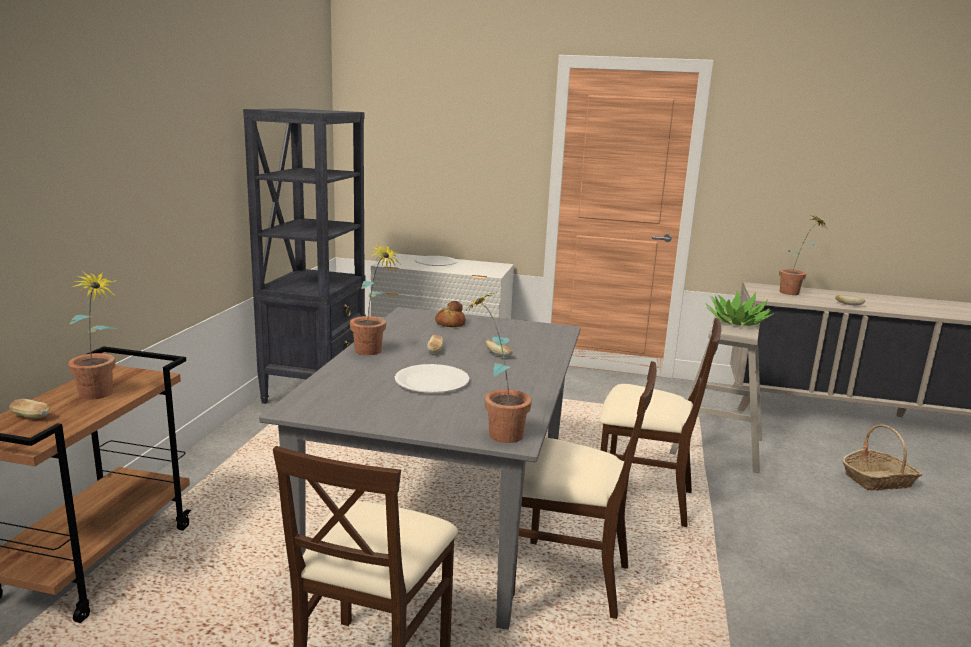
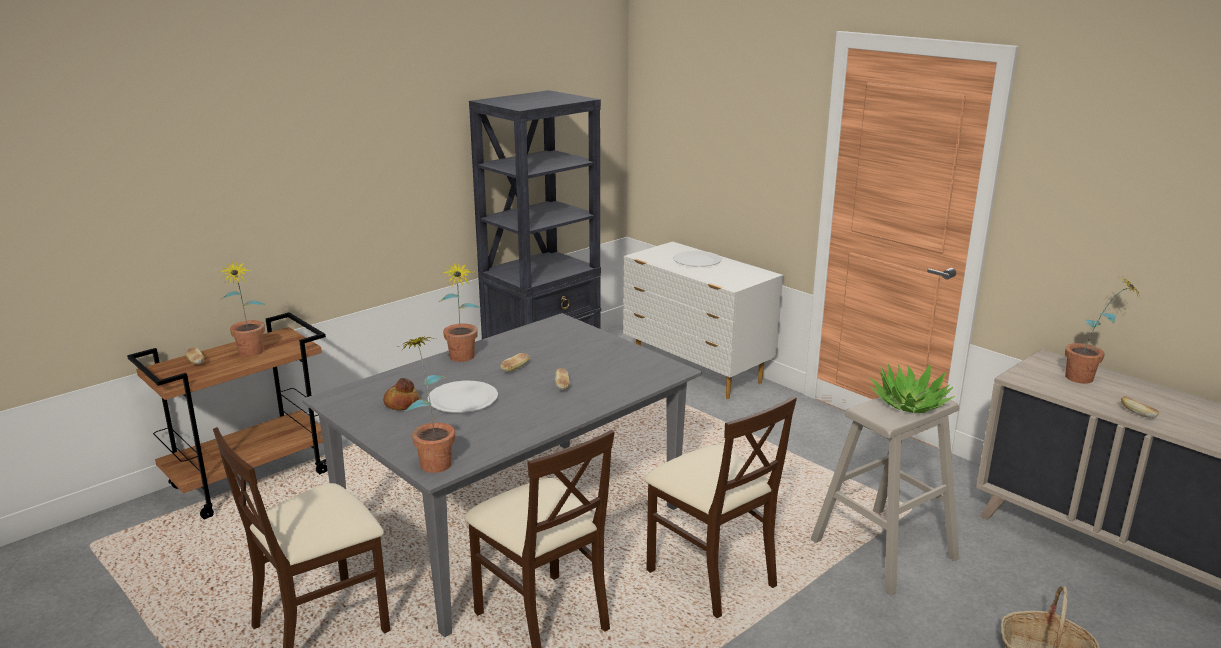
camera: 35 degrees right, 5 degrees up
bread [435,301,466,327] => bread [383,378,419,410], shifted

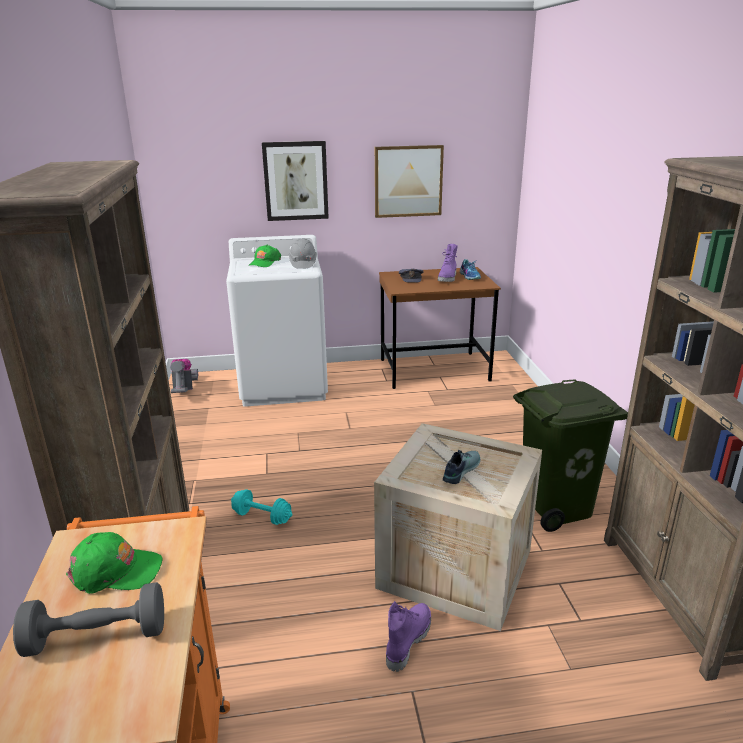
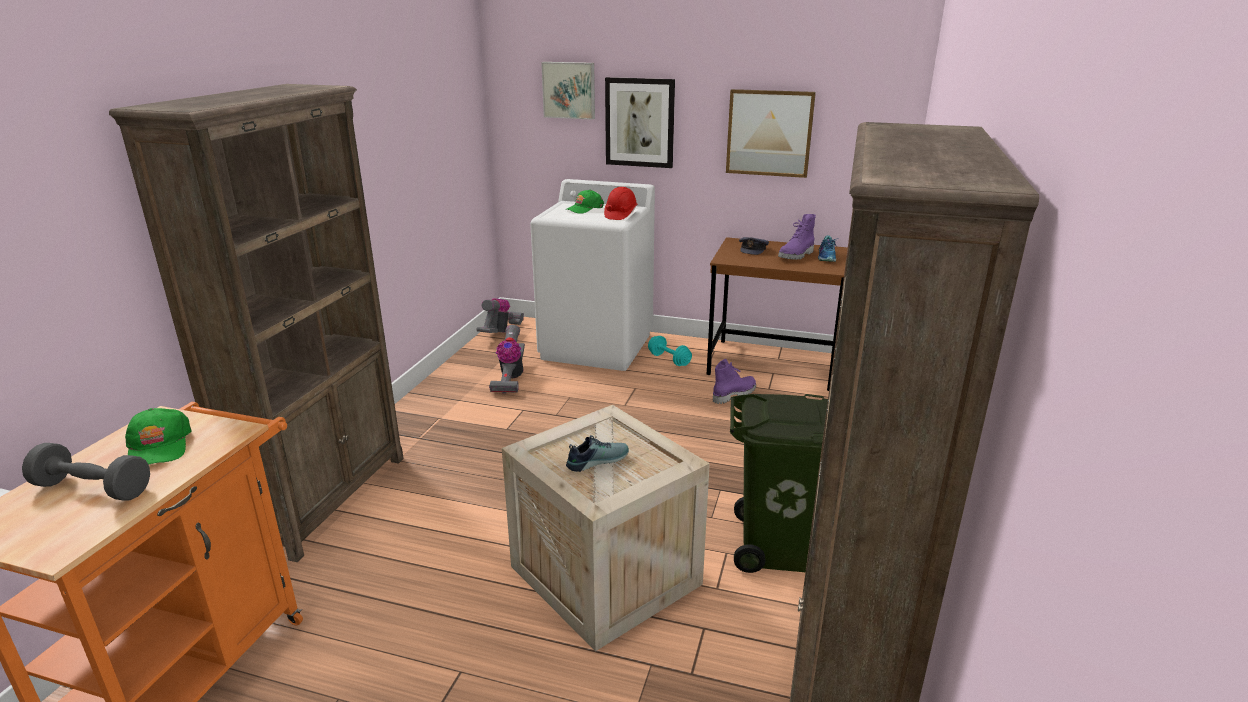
camera: 25 degrees right, 0 degrees up
nothing => vacuum_cleaner [489,325,525,394]
nothing => picture [541,62,595,120]
turquoise_dumbbell [231,489,292,525] => turquoise_dumbbell [648,336,692,366], shifted
purple_boot [386,601,431,672] => purple_boot [713,359,756,404], shifted
grey_hard_hat [289,239,317,269] => red_hard_hat [604,187,638,220]
green_cap [66,532,162,594] => green_cap [125,408,192,465], 45 degrees clockwise

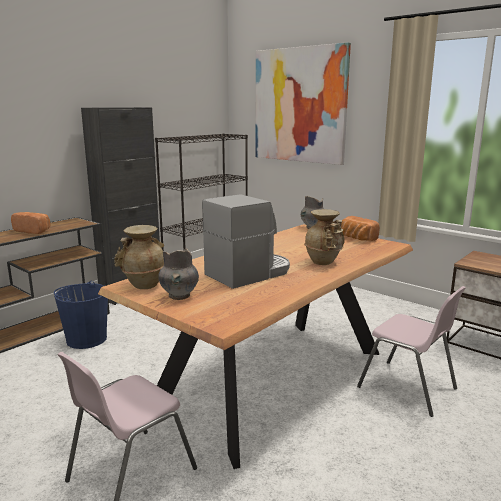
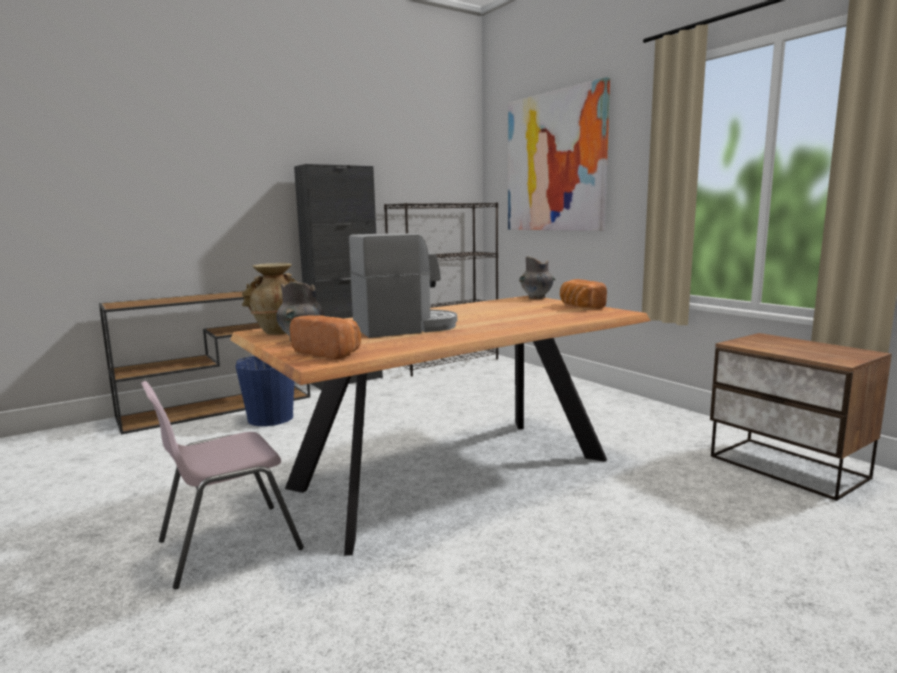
camera: 15 degrees right, 5 degrees down
beige_vase [304,209,345,265] => nothing
pink_chair [357,286,466,417] => nothing
bread [11,212,50,234] => bread [290,315,361,359], shifted

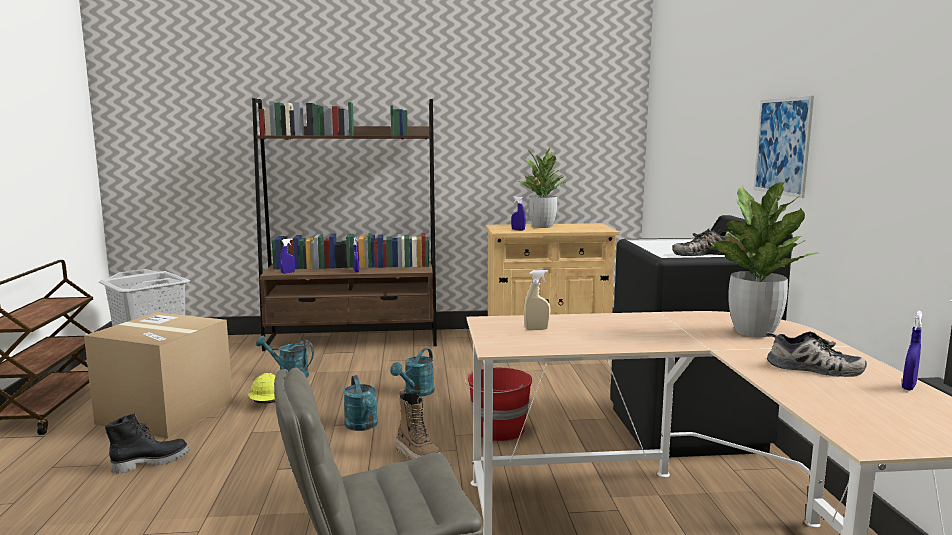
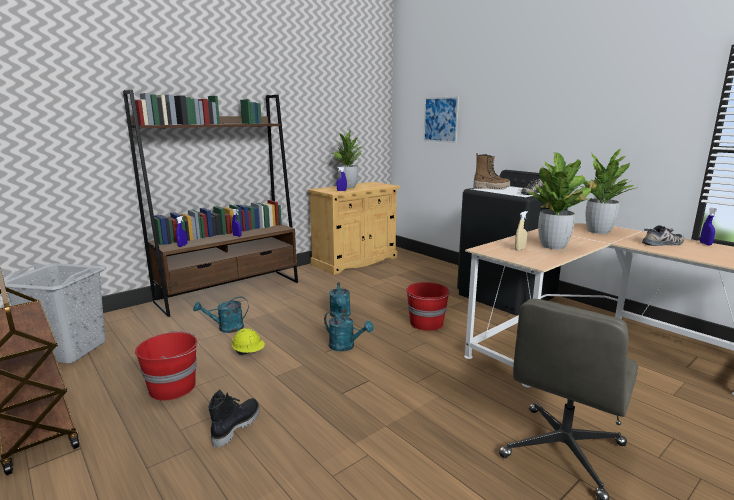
camera: 35 degrees left, 5 degrees up
nothing => potted_plant [528,152,592,249]
boot [396,389,442,460] => boot [473,153,510,189], shifted
picture [753,96,814,198] => picture [423,96,459,143], shifted
cardboard_box [84,312,233,439] => red_bucket [135,331,200,401]

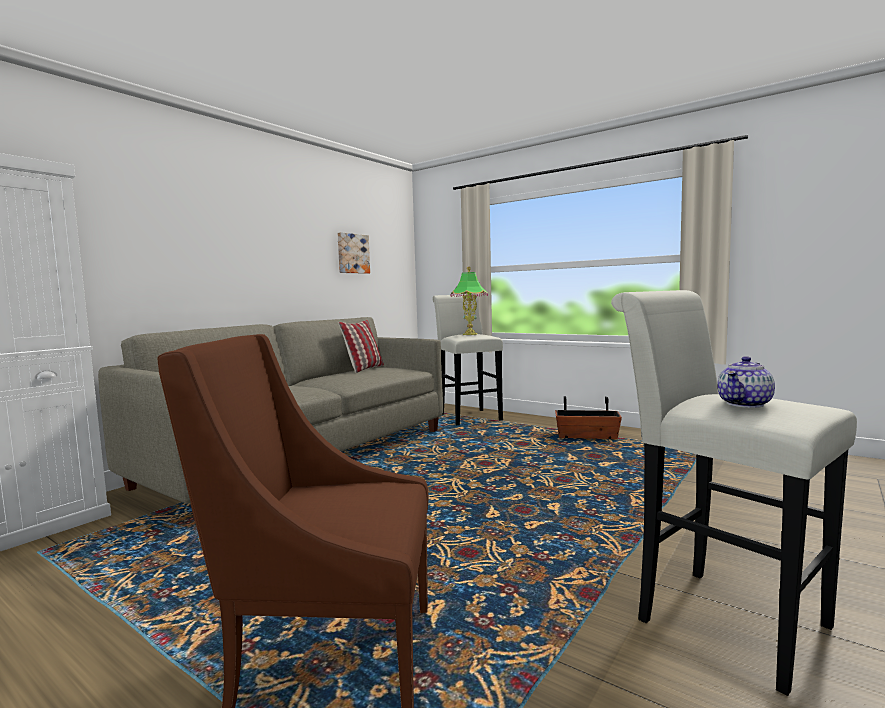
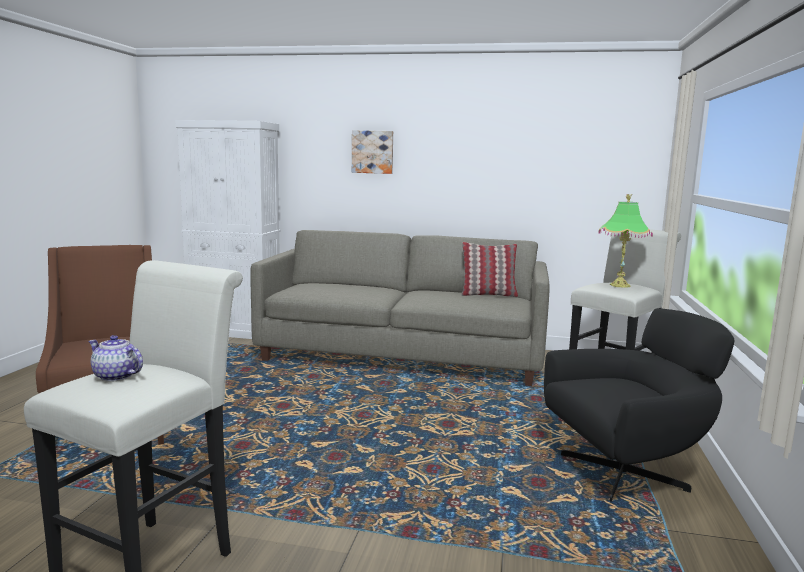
camera: 65 degrees right, 5 degrees up
picture [338,232,370,274] => picture [352,130,393,174], shifted
planter [555,396,622,439] => black_armchair [544,308,734,502]

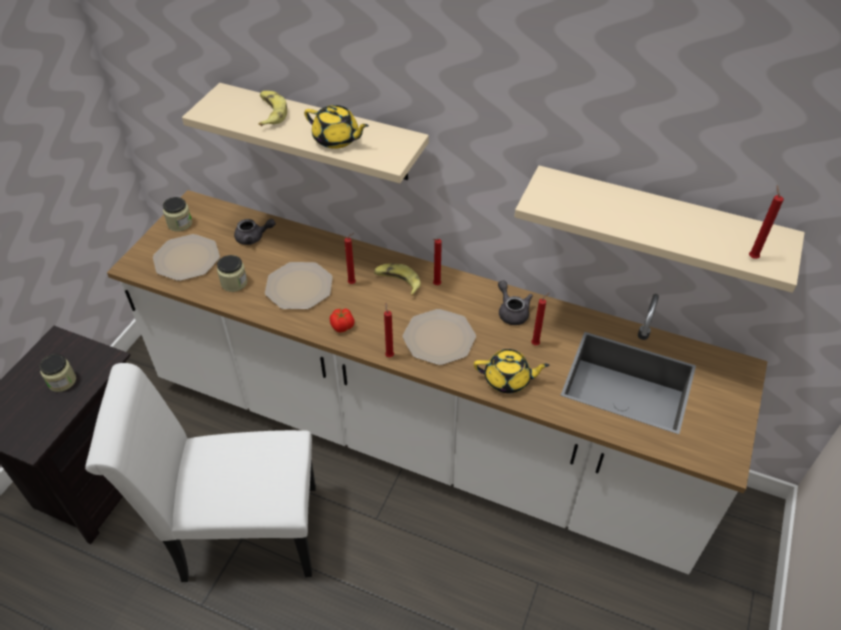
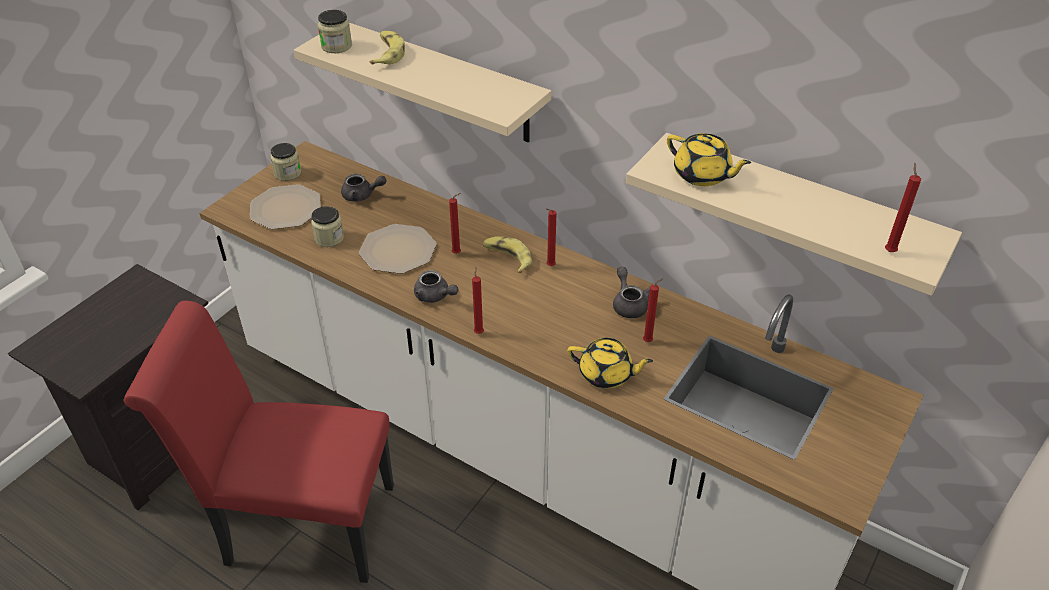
camera: 10 degrees right, 5 degrees down
plate [403,309,476,365] => nothing
jar [39,354,76,392] => jar [318,10,352,53], shifted
yellow_teapot [304,105,369,149] => yellow_teapot [667,133,751,186], shifted
tomato [330,308,355,332] => grey_teapot [414,270,458,303]
white_chair [85,363,316,582] => red_chair [124,301,394,583]

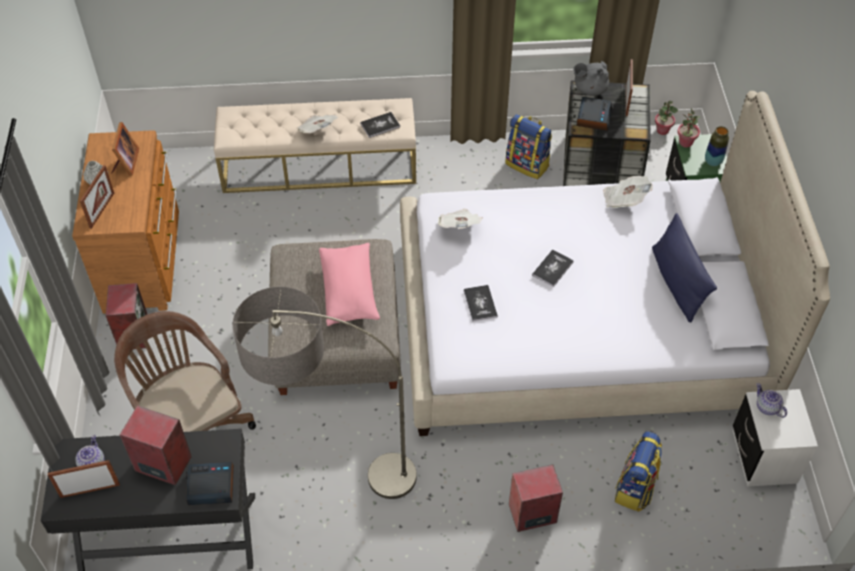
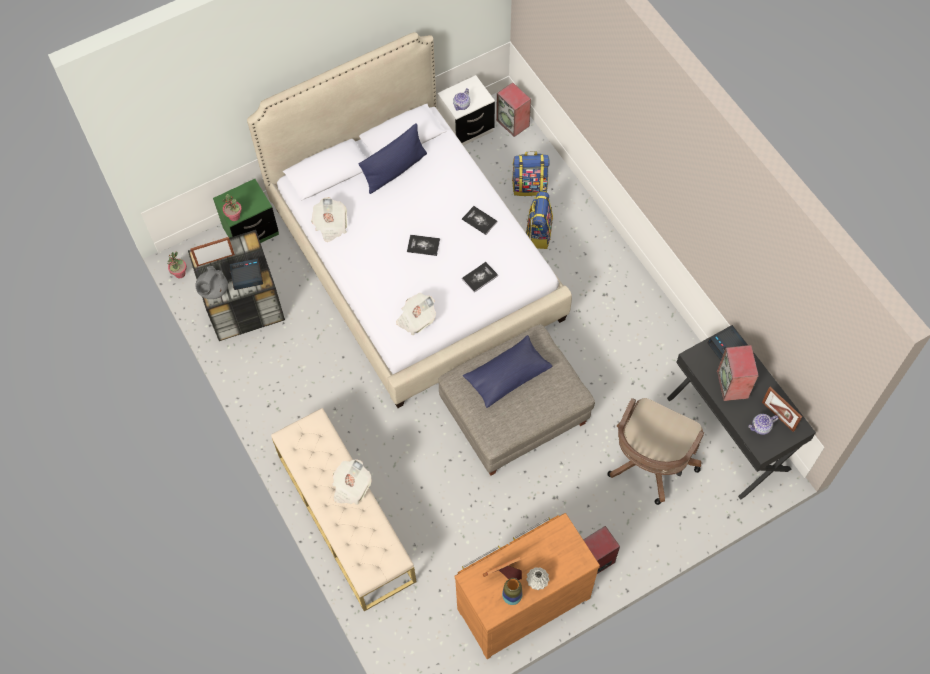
camera: 115 degrees left, 10 degrees up
picture_frame [80,165,114,229] => nothing
floor_lamp [232,287,417,499] => nothing
book [360,112,400,138] => book [462,206,497,235], shifted
backpack [506,114,552,179] => backpack [526,192,553,249], shifted
speaker [509,464,563,532] => speaker [496,82,531,137], shifted
vase [705,126,729,166] => vase [502,578,522,605], shifted
pink_pillow [319,243,380,326] => blue_pillow [463,335,553,408]
grey_teapot [573,61,609,96] => grey_teapot [196,266,228,299], 60 degrees clockwise

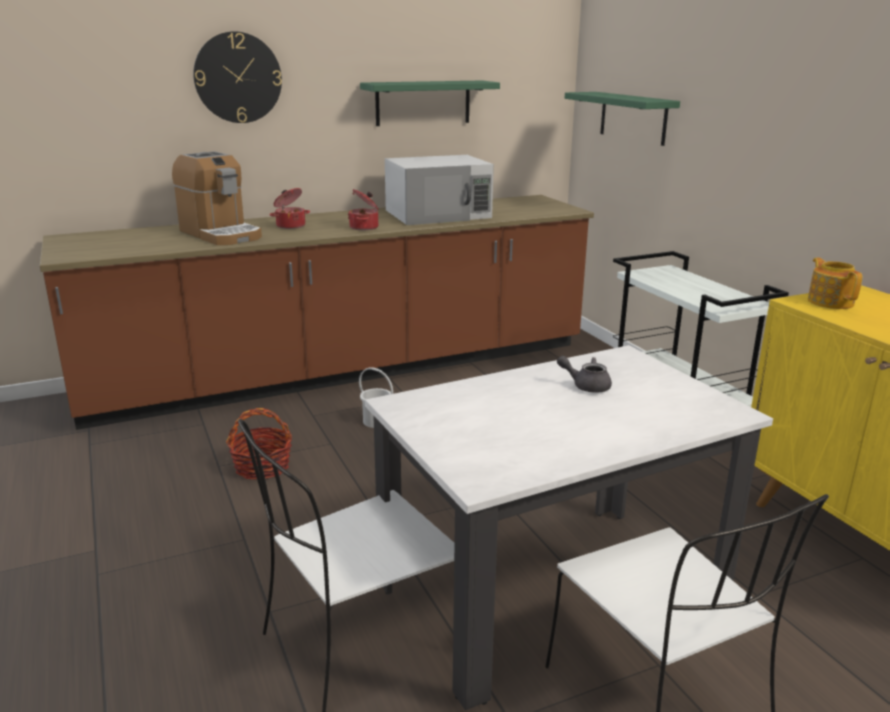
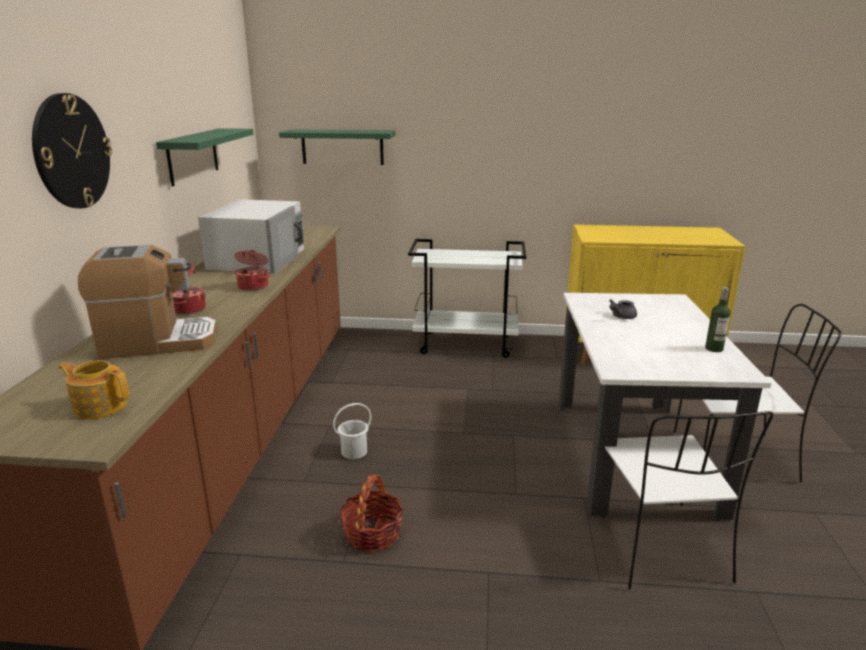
camera: 60 degrees left, 0 degrees up
nothing => bottle [705,287,731,352]
teapot [808,258,862,309] => teapot [58,360,129,419], shifted

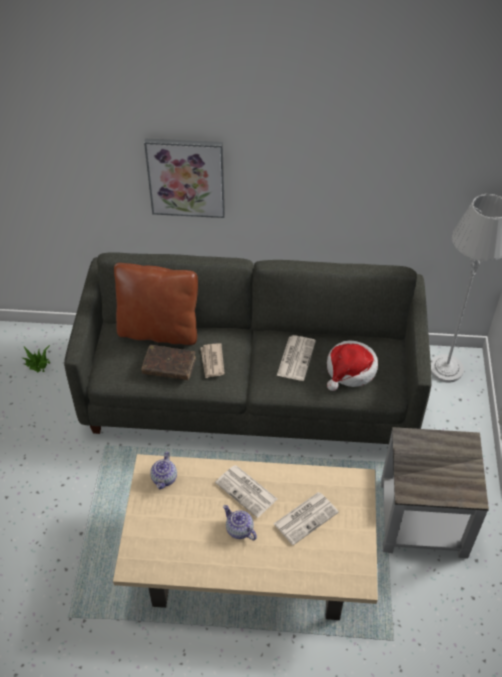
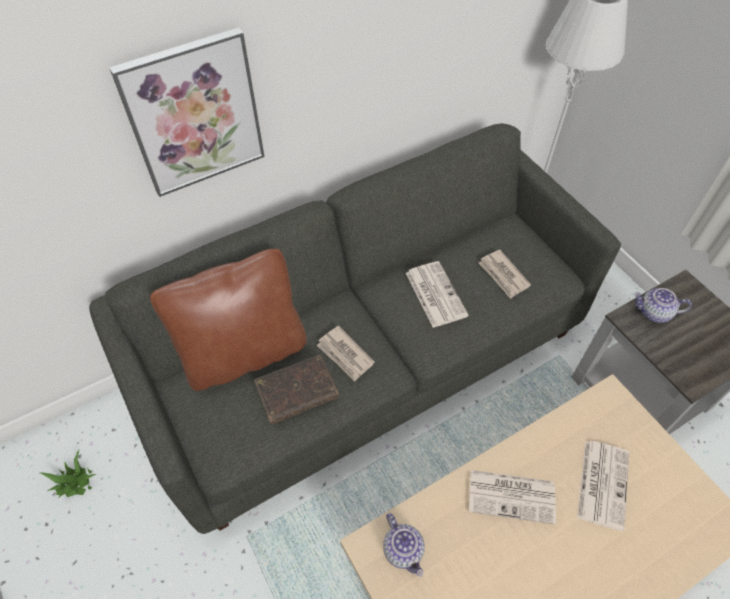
camera: 35 degrees left, 5 degrees up
teapot [223,505,257,540] => teapot [634,288,692,323], shifted
hat [327,340,378,391] => newspaper [479,250,531,299]

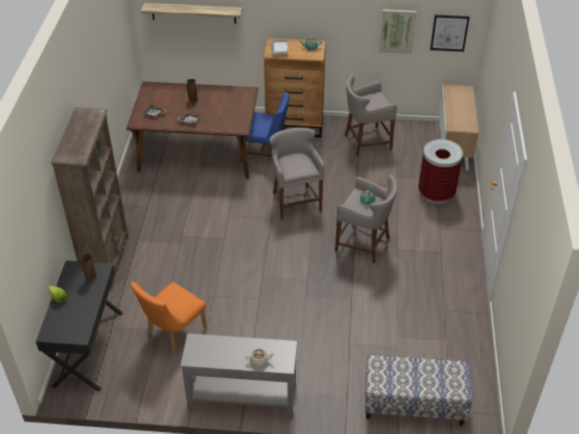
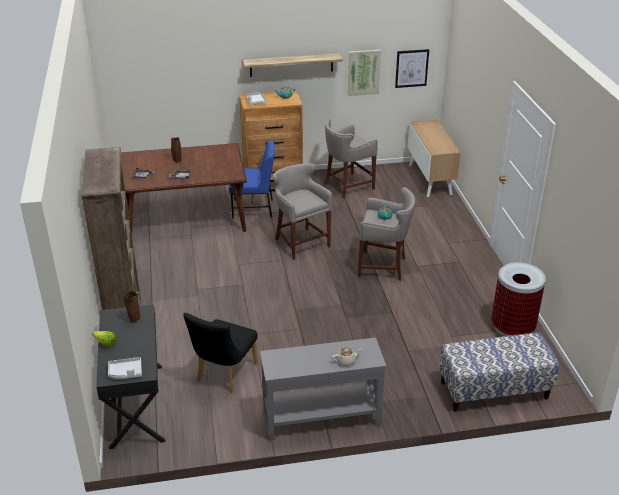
camera: 15 degrees left, 10 degrees down
nothing => grey_tray [108,357,142,379]
shelf [141,3,242,24] => shelf [243,53,343,77], shifted
trash_can [418,139,463,204] => trash_can [491,262,546,336], shifted
orange_chair [130,282,207,354] => black_chair [183,313,258,393]

